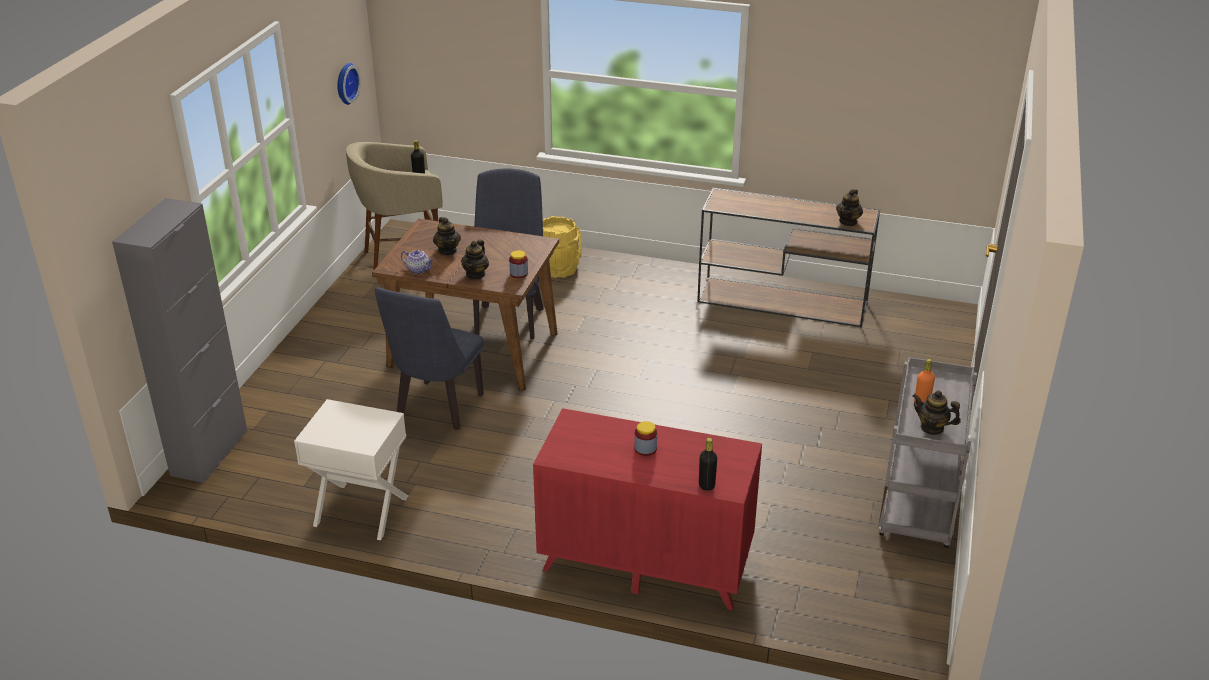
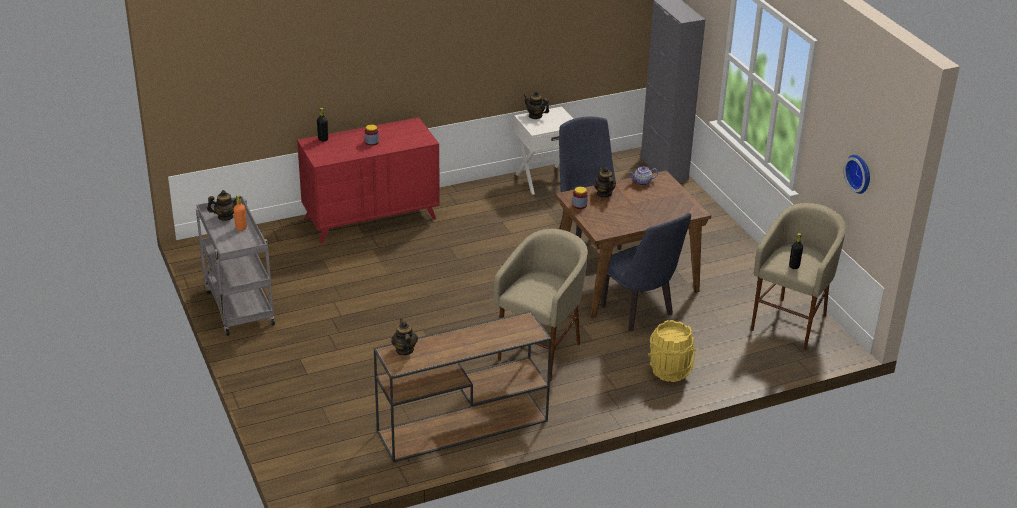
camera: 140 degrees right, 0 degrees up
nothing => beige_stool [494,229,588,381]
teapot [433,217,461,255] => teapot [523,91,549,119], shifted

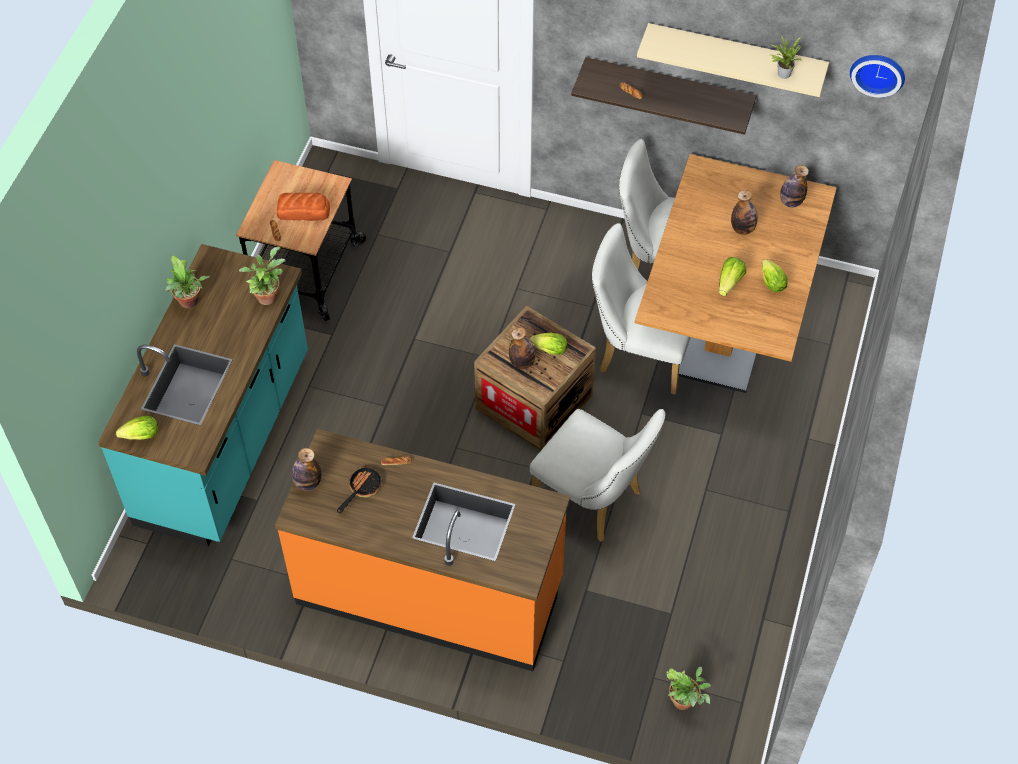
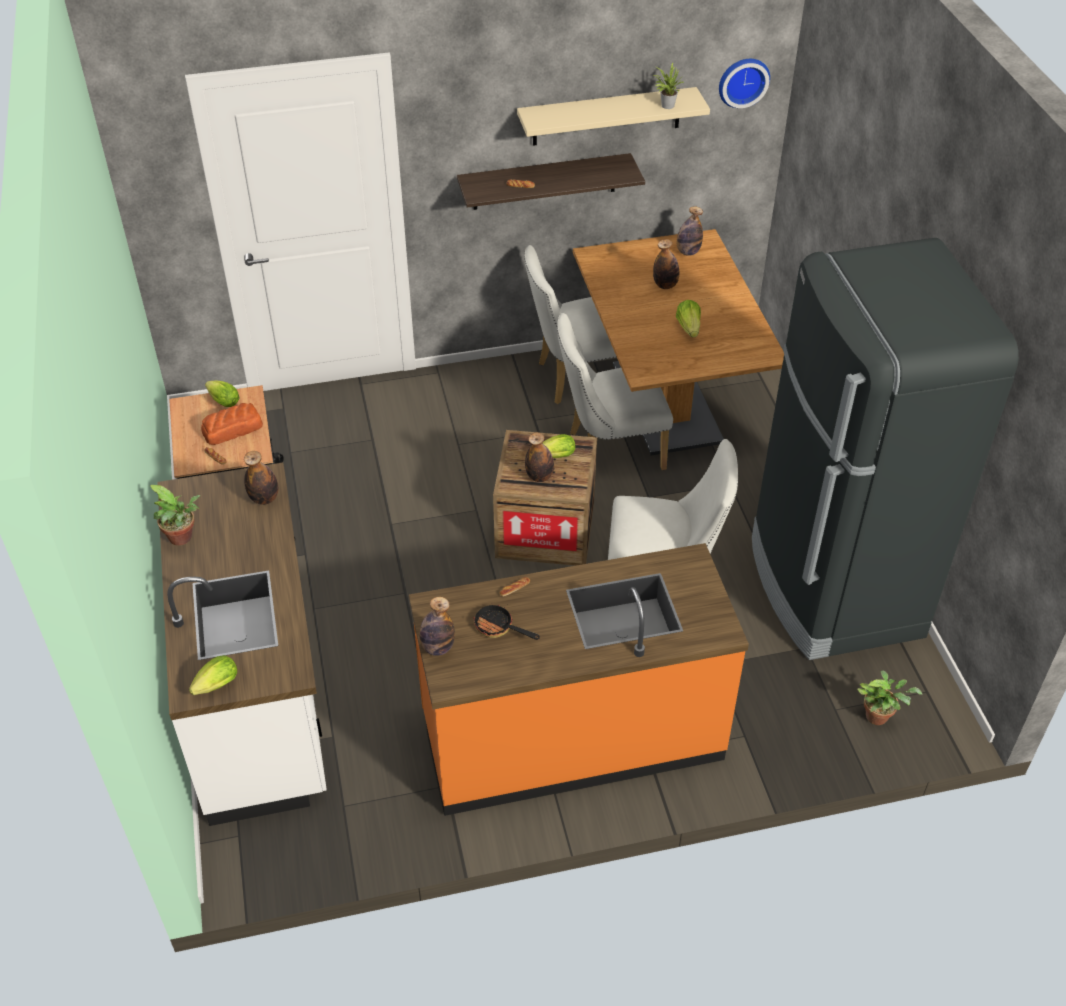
camera: 30 degrees left, 10 degrees down
nothing => black_fridge [752,238,1019,660]
lettuce [762,259,788,293] => lettuce [205,380,240,407], shifted
potted_plant [239,247,286,305] => bottle [244,451,278,505]
turquoise_counter [98,244,308,547] => white_counter [157,463,327,826]
frying_pan [337,463,381,513] => frying_pan [473,605,540,640], 60 degrees counterclockwise

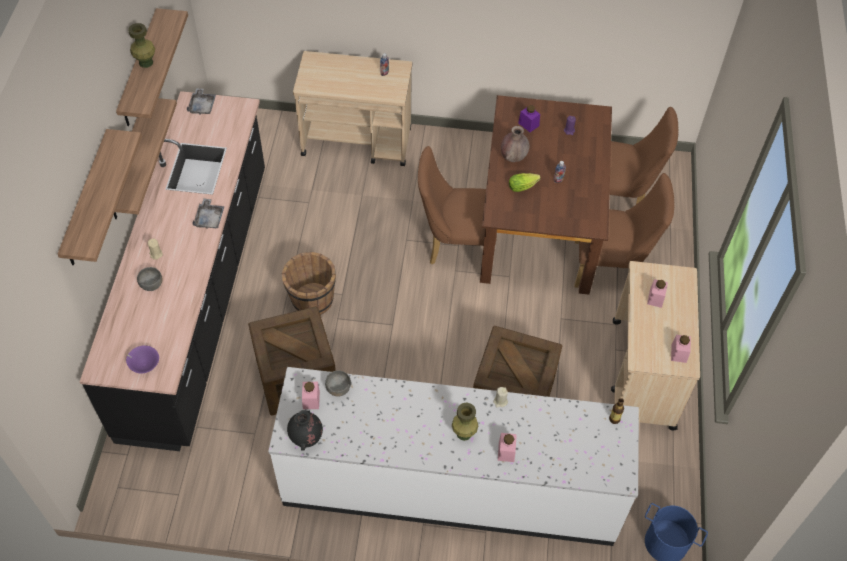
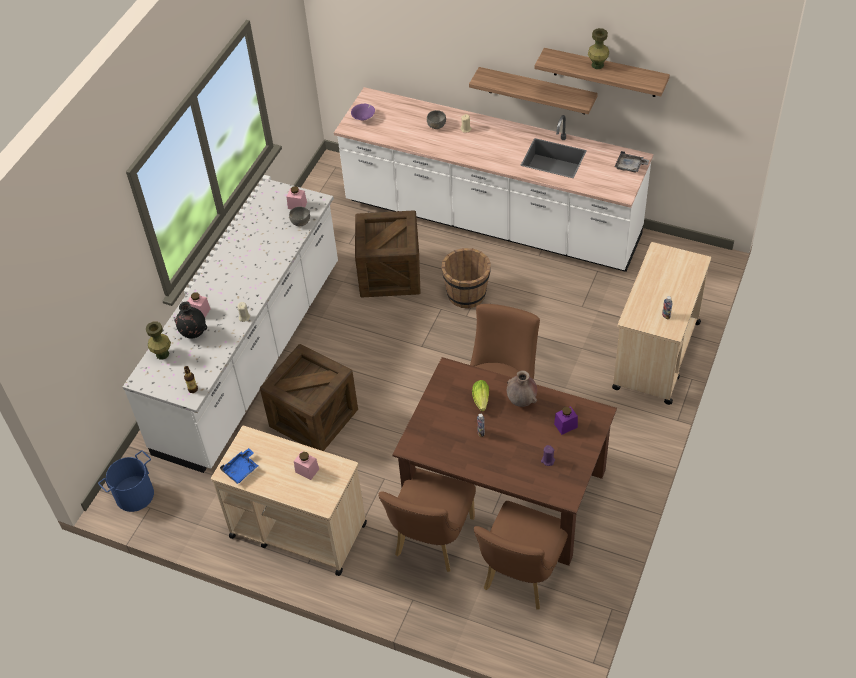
camera: 110 degrees right, 5 degrees down
shelf [58,129,142,265] => nothing
grey_tray [192,199,224,229] => nothing
black_vase [287,410,323,450] => black_vase [174,302,207,339], shifted
green_vase [452,402,478,441] => green_vase [146,322,171,359], shifted
pink_jar [671,335,691,363] => blue_tray [220,448,258,484]
black_counter [80,91,265,451] => white_counter [334,87,653,272]

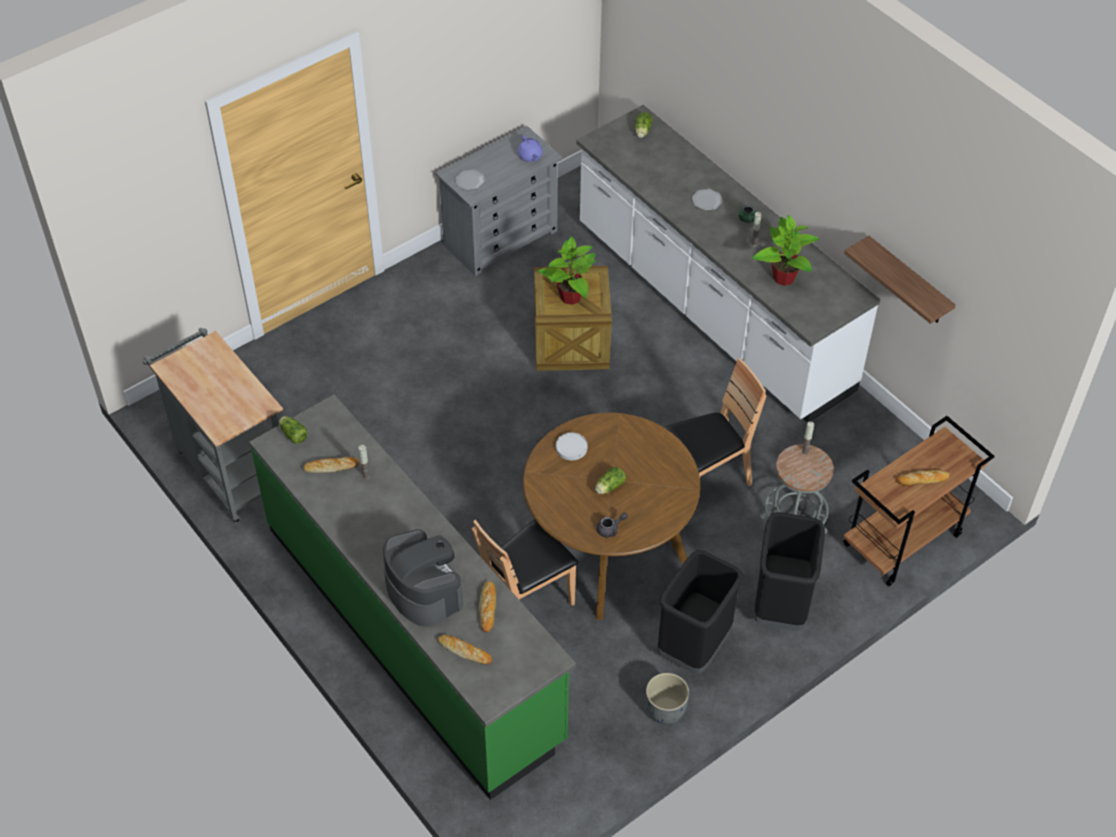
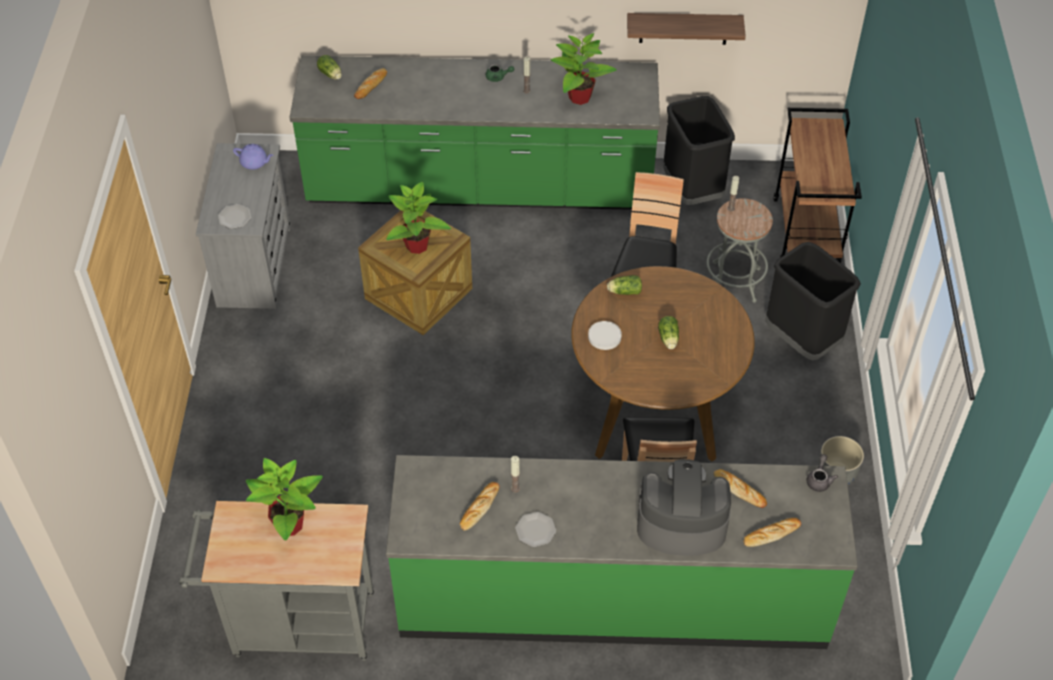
camera: 50 degrees left, 0 degrees up
nothing => potted_plant [246,458,323,541]
lettuce [279,416,308,444] => lettuce [607,275,642,295], shifted
grey_teapot [596,512,628,537] => grey_teapot [807,454,838,492], shifted
black_trash_can [657,550,743,674] => black_trash_can [663,96,735,205], shifted
plate [692,189,723,211] => plate [515,512,556,547], shifted
bread [897,470,950,486] => bread [354,68,387,99], shifted
white_counter [576,105,880,423] => green_counter [289,56,660,210]

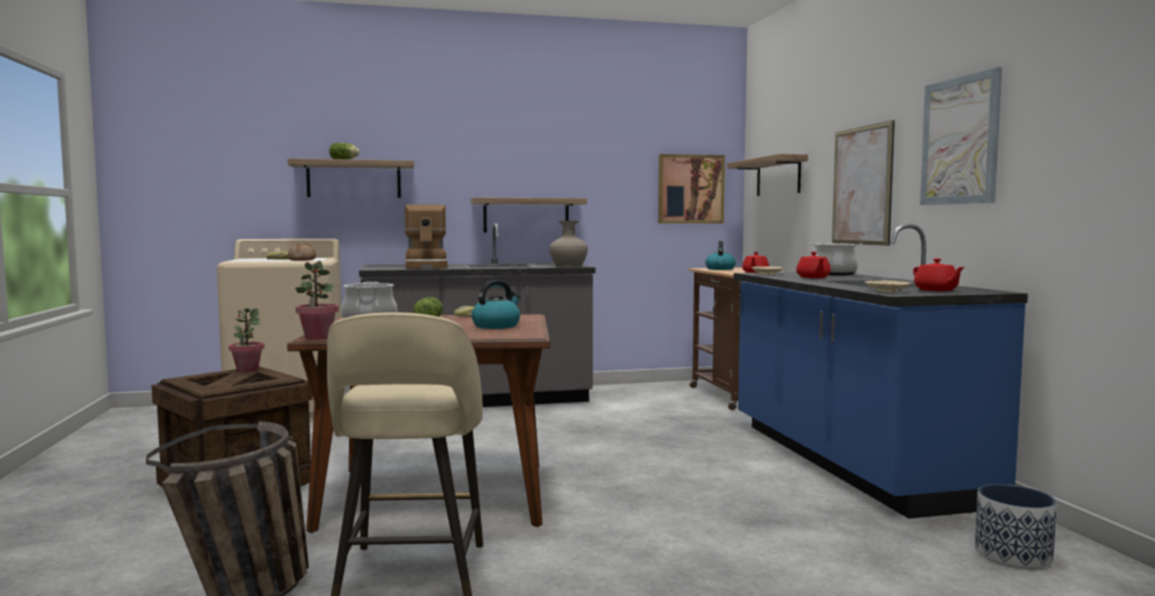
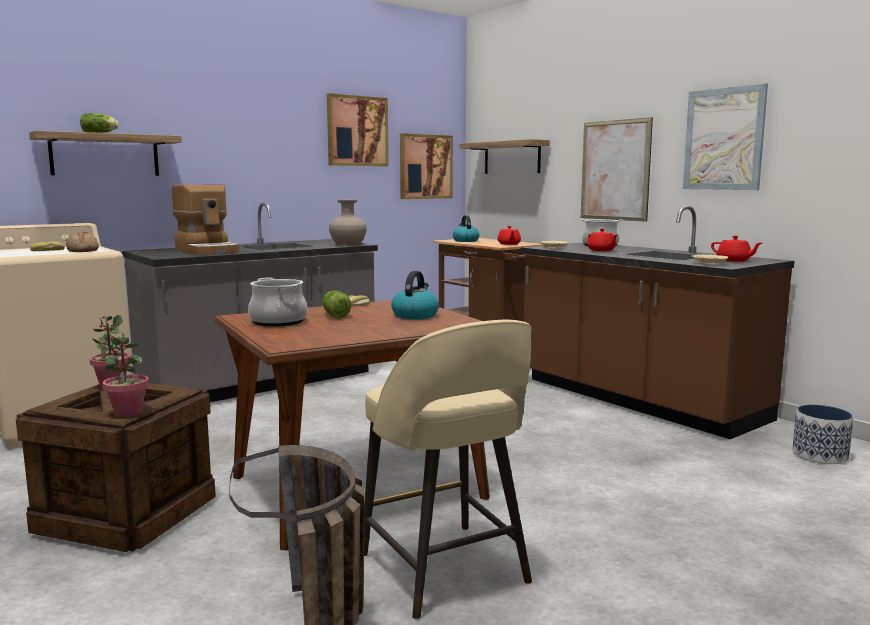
camera: 25 degrees left, 5 degrees up
shelf [471,197,587,233] => nothing
nothing => picture [327,93,389,166]
potted_plant [295,261,338,340] => potted_plant [103,333,149,417], shifted
blue_counter [734,224,1028,519] => brown_counter [520,206,794,439]

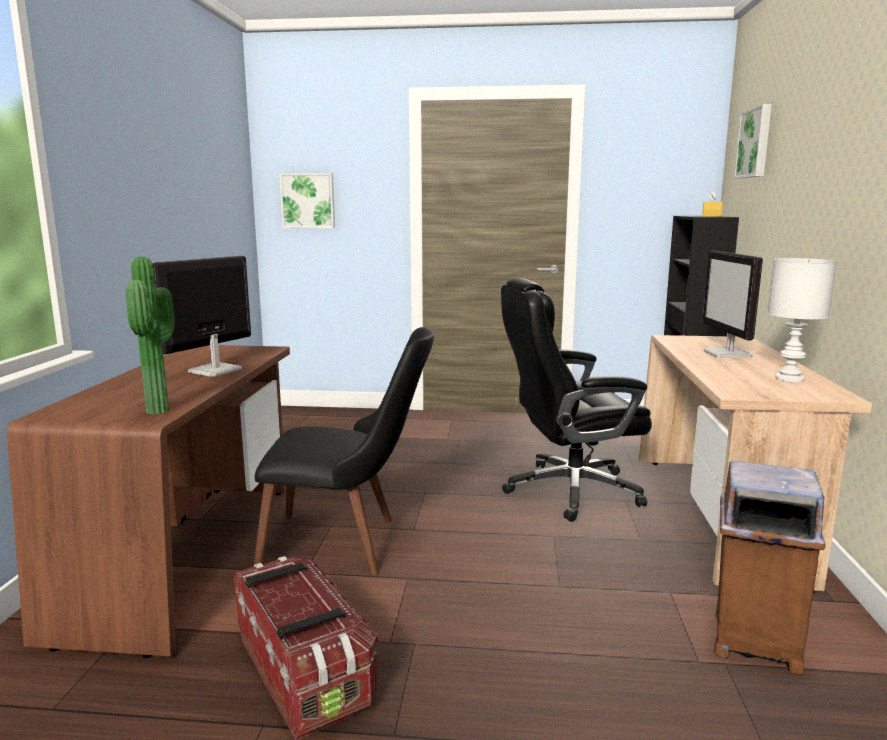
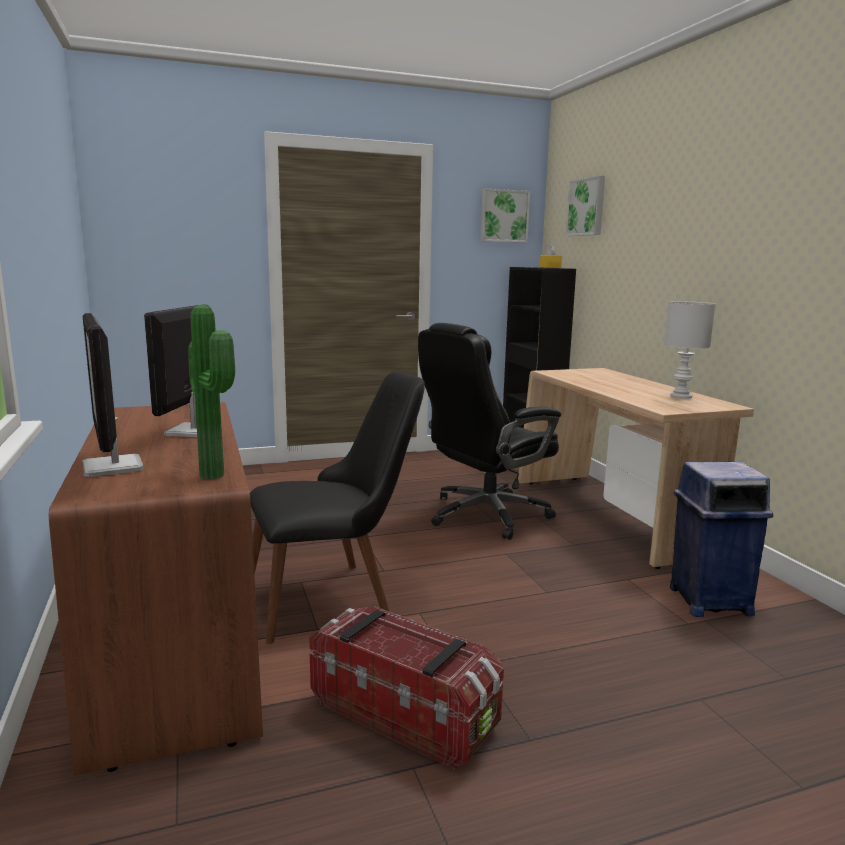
camera: 25 degrees left, 0 degrees up
picture [279,173,335,228] => picture [480,189,530,243], shifted
monitor [703,251,763,358] => monitor [82,313,144,477], shifted
brown_trash_can [714,461,826,674] => blue_trash_can [670,462,773,617]

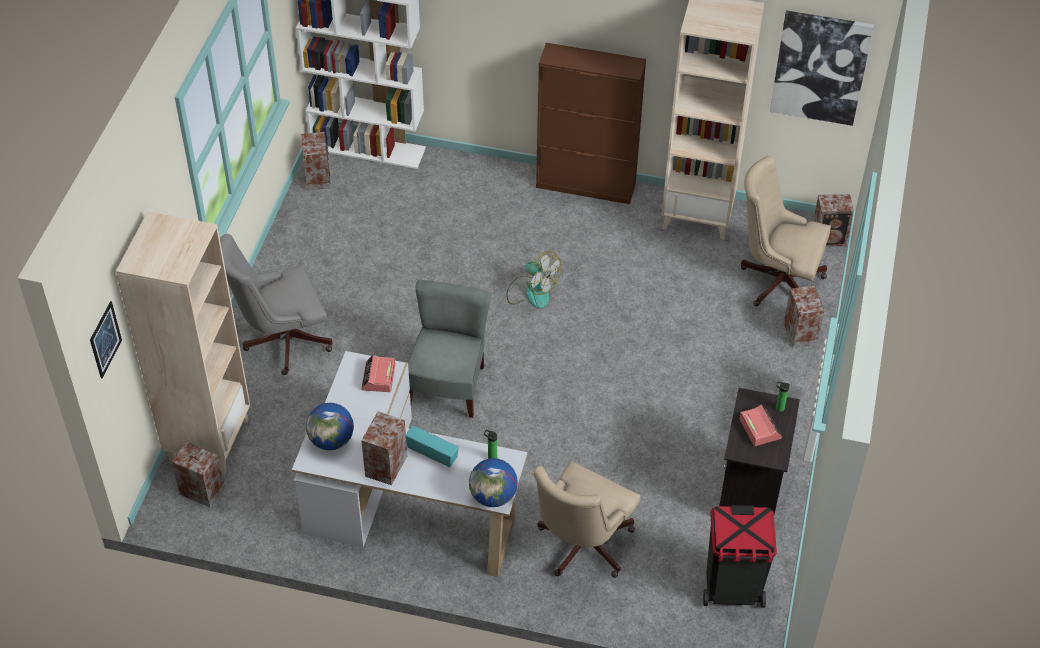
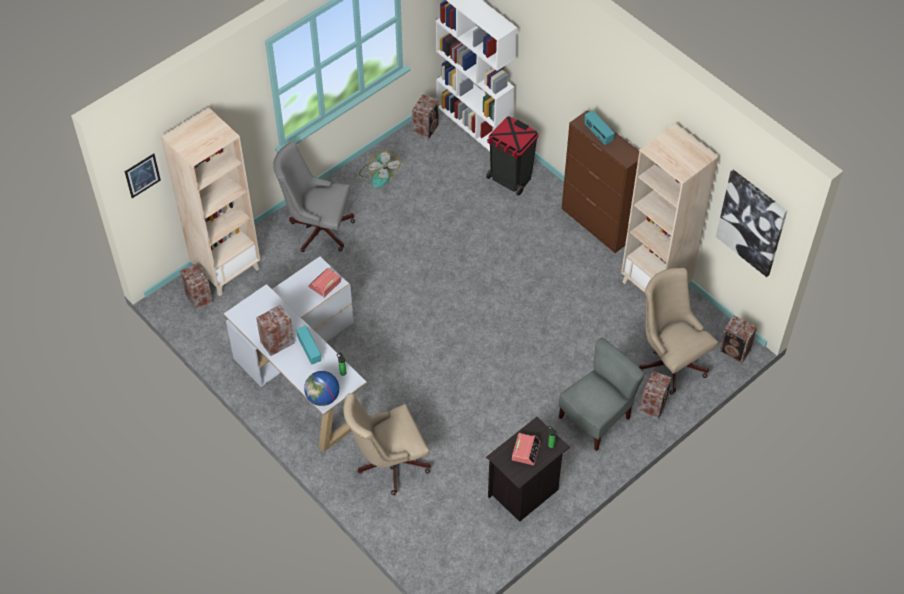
camera: 35 degrees right, 5 degrees up
globe [306,403,354,450] => nothing
nothing => radio [585,110,615,145]
grey_chair [407,280,491,418] => grey_chair [559,338,645,451], shifted
fan [507,251,561,309] => fan [359,150,401,188], shifted
black_trash_can [703,505,777,608] => black_trash_can [486,116,539,196], shifted

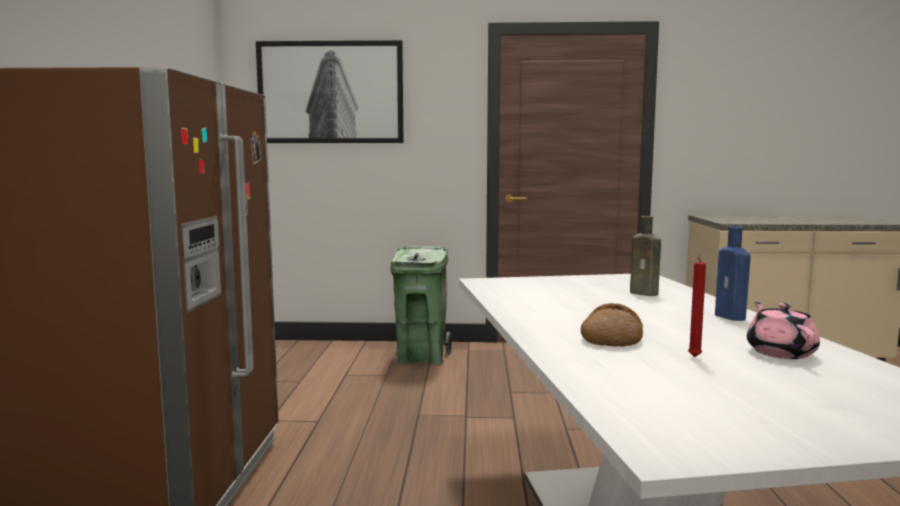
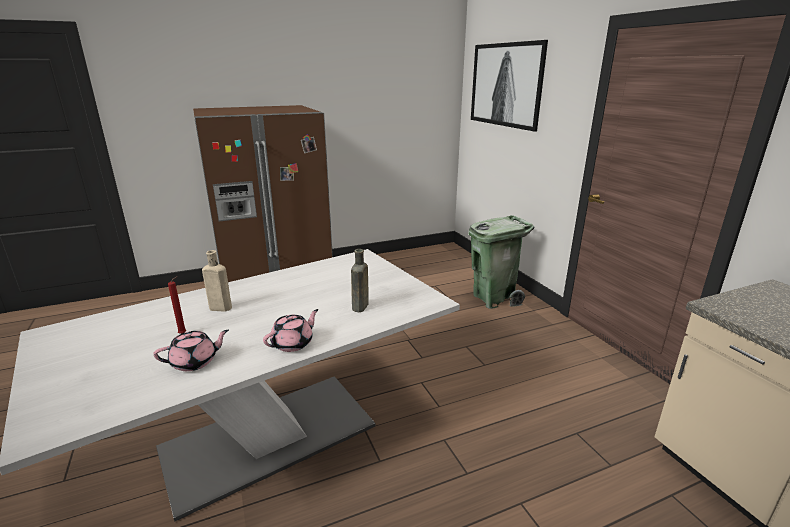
camera: 65 degrees right, 15 degrees up
bread [581,303,643,347] => beige_bottle [202,250,232,312]
blue_bottle [715,226,751,321] => pink_teapot [263,309,319,352]

